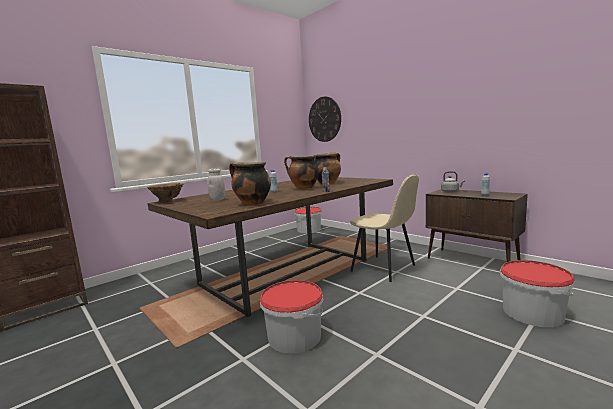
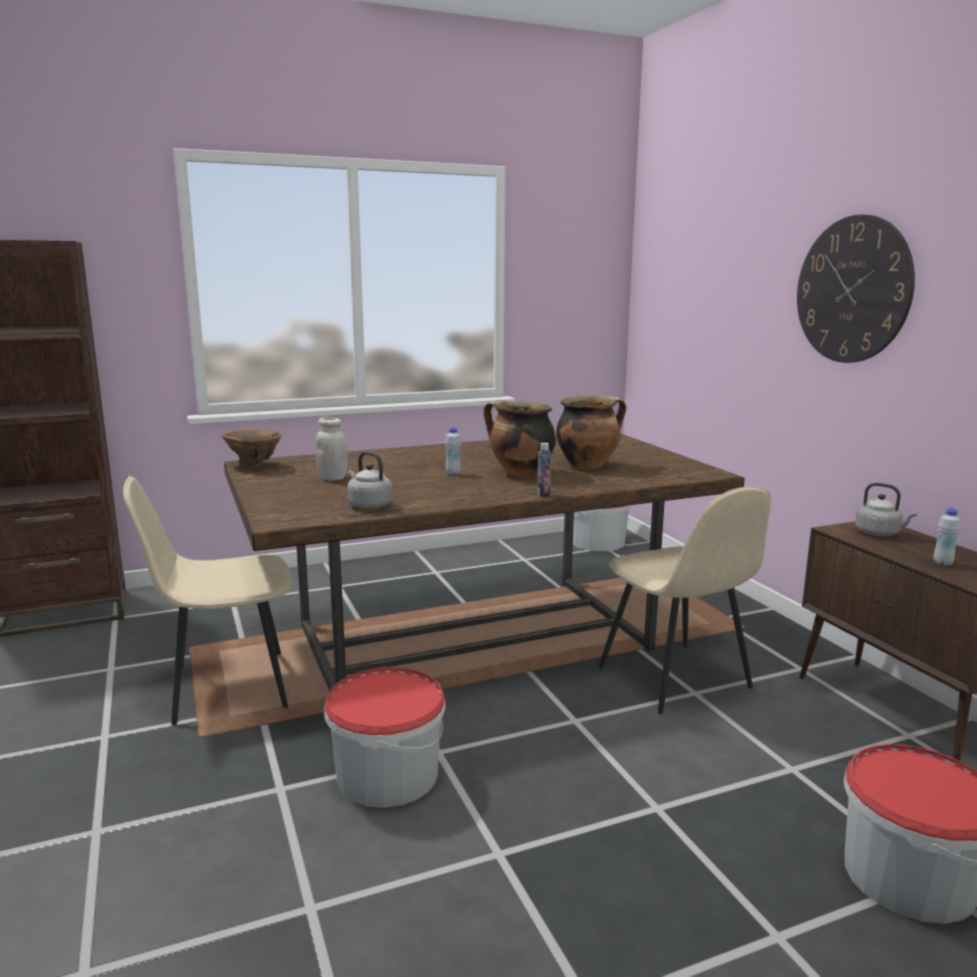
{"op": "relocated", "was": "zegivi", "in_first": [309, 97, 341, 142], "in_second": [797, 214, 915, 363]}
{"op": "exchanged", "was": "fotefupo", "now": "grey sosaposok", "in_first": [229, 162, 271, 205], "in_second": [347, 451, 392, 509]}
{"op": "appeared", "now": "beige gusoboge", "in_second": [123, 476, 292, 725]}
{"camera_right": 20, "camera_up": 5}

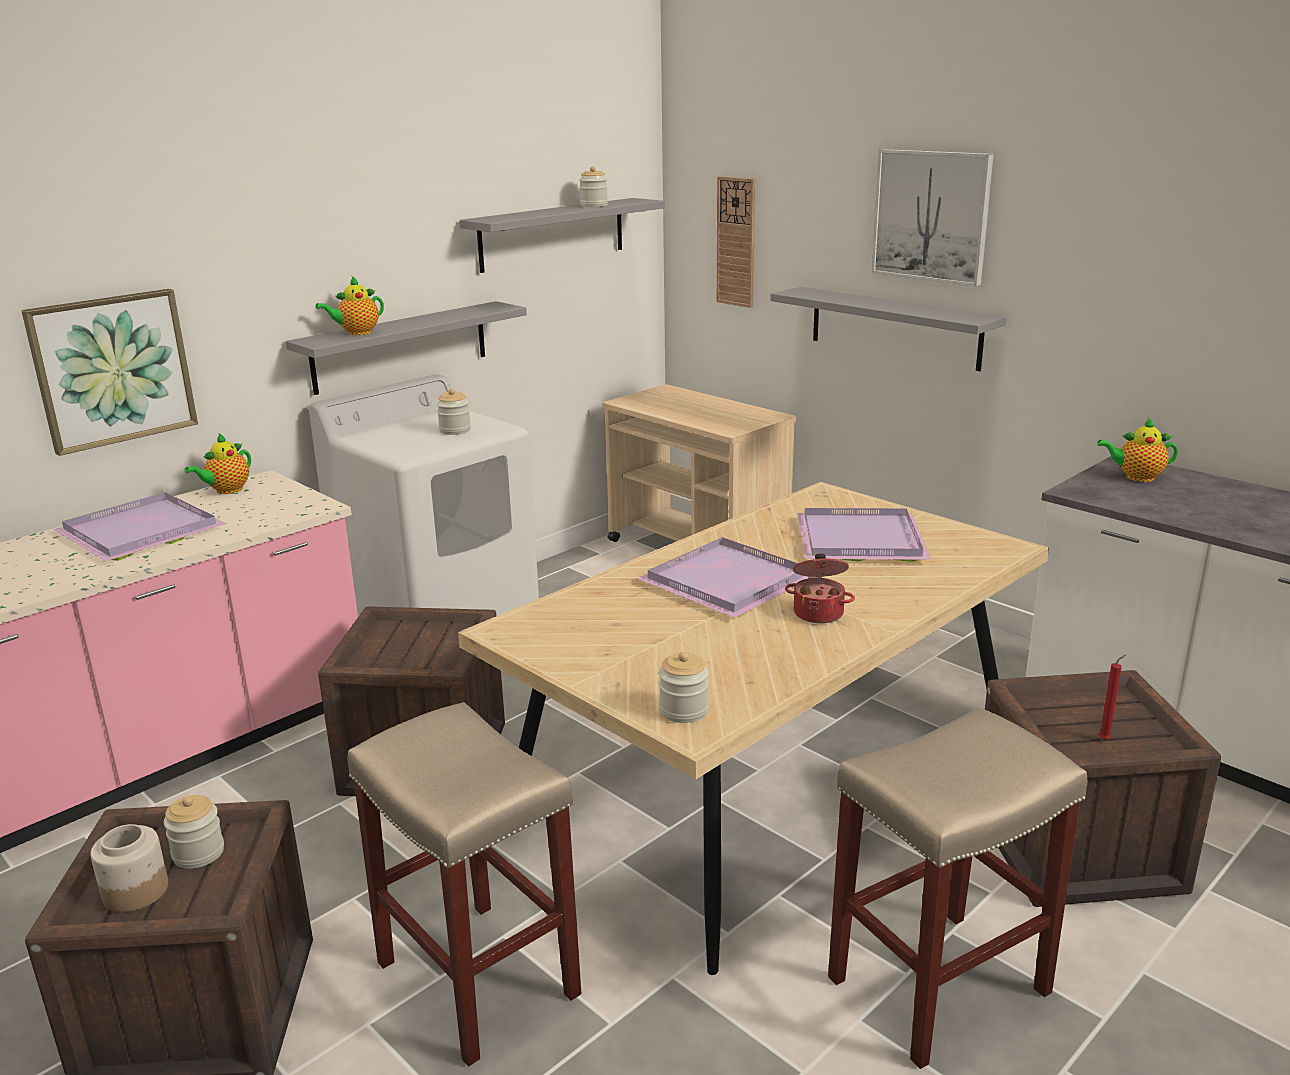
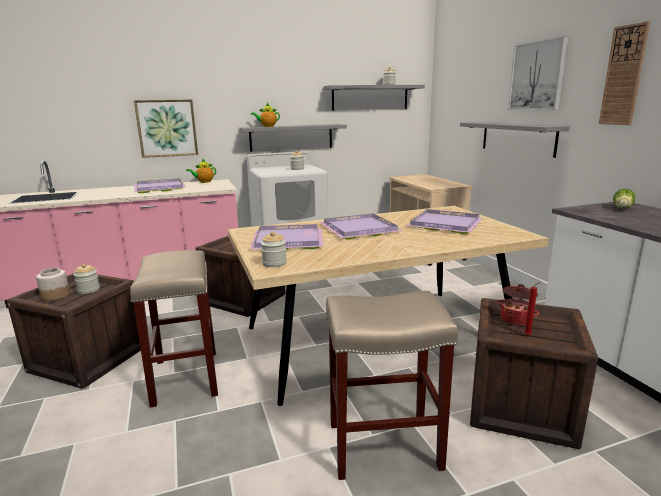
{"op": "relocated", "was": "zegivi", "in_first": [717, 176, 755, 308], "in_second": [599, 21, 650, 125]}
{"op": "exchanged", "was": "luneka", "now": "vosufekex", "in_first": [1097, 417, 1178, 482], "in_second": [613, 189, 635, 209]}
{"op": "relocated", "was": "fotefupo", "in_first": [785, 553, 855, 623], "in_second": [497, 284, 539, 326]}
{"op": "appeared", "now": "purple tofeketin", "in_second": [250, 224, 324, 249]}
{"camera_right": 25, "camera_up": -5}

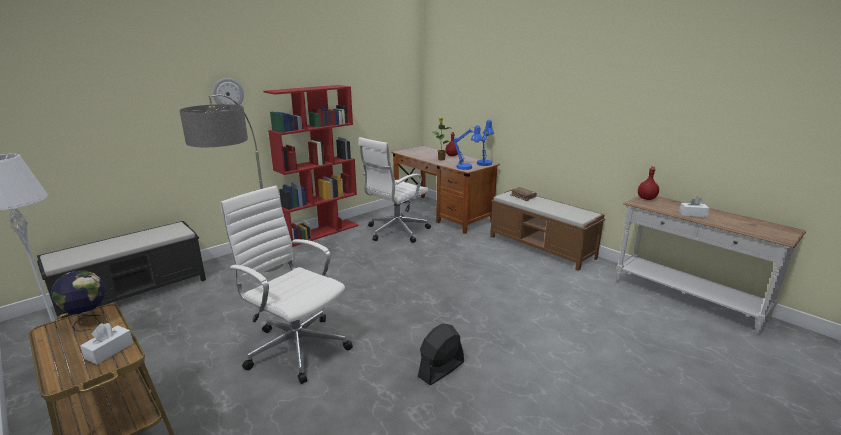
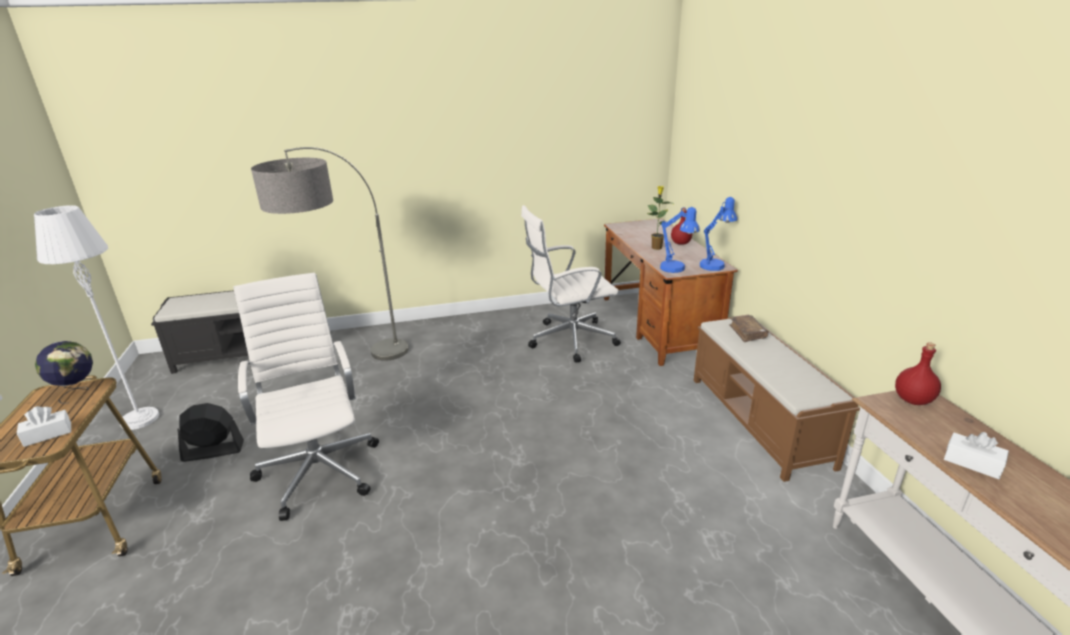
{"op": "missing", "was": "zegivi", "in_first": [213, 78, 244, 105]}
{"op": "missing", "was": "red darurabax", "in_first": [264, 85, 359, 247]}
{"op": "relocated", "was": "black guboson", "in_first": [418, 324, 464, 385], "in_second": [178, 403, 244, 462]}
{"camera_right": 30, "camera_up": 5}

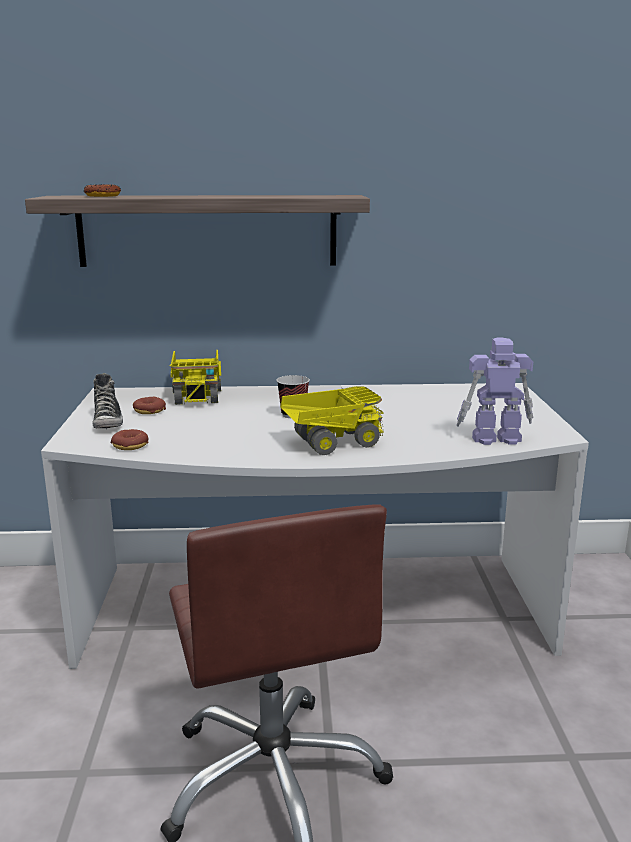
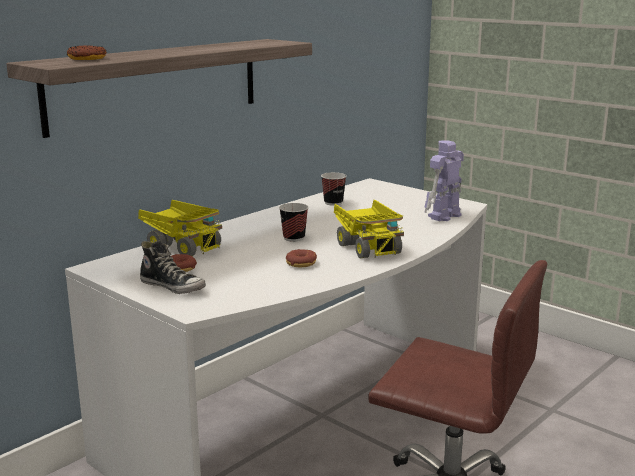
{"op": "spun", "was": "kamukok", "in_first": [280, 386, 384, 455], "in_second": [334, 200, 404, 259], "clockwise": 135}
{"op": "relocated", "was": "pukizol", "in_first": [111, 429, 148, 450], "in_second": [286, 249, 317, 267]}
{"op": "appeared", "now": "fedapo", "in_second": [321, 172, 347, 206]}
{"camera_right": -45, "camera_up": 0}

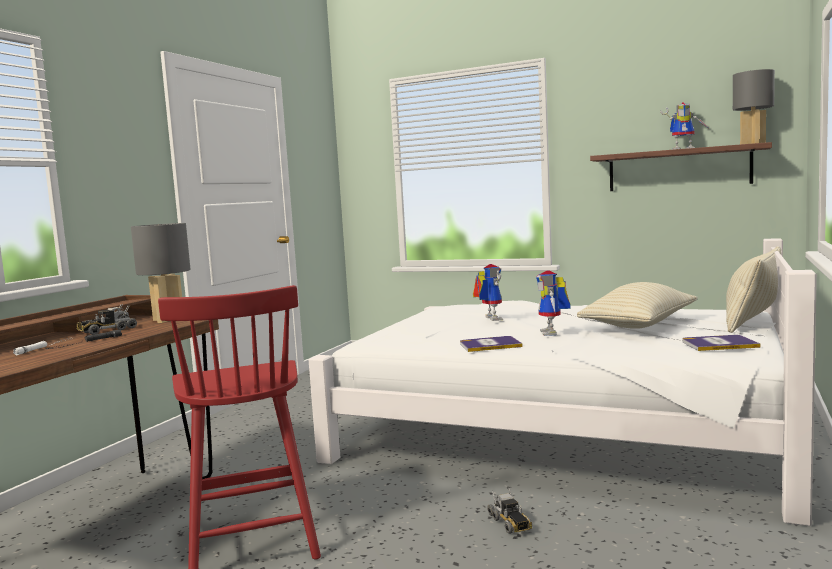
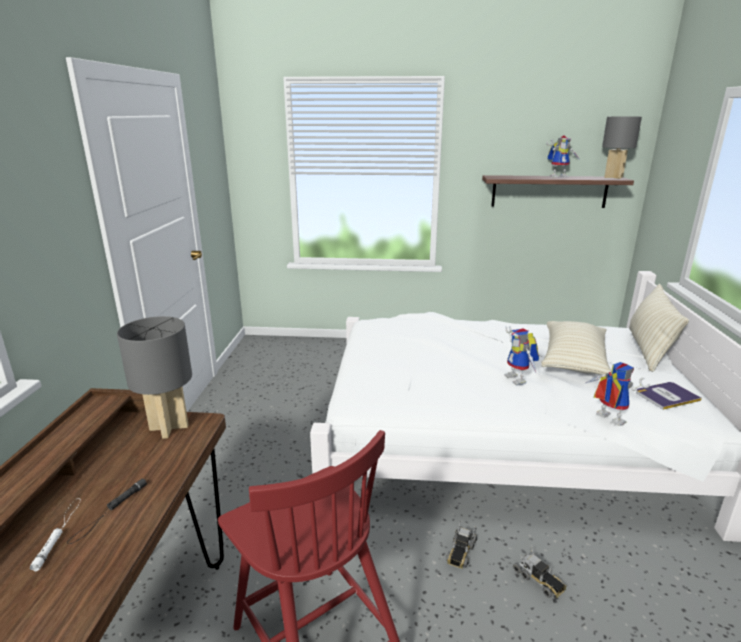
{"op": "relocated", "was": "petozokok", "in_first": [473, 264, 503, 321], "in_second": [586, 362, 650, 426]}
{"op": "relocated", "was": "kamukok", "in_first": [77, 304, 137, 335], "in_second": [446, 521, 477, 569]}
{"op": "missing", "was": "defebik", "in_first": [460, 336, 523, 352]}
{"camera_right": -20, "camera_up": 15}

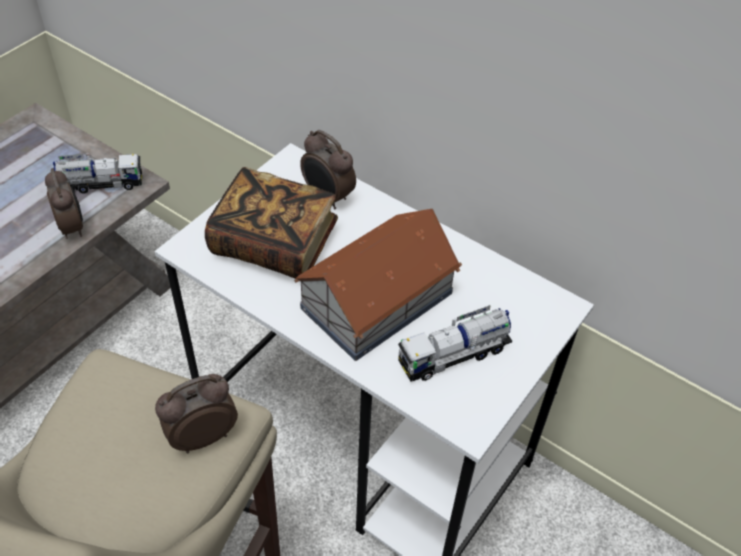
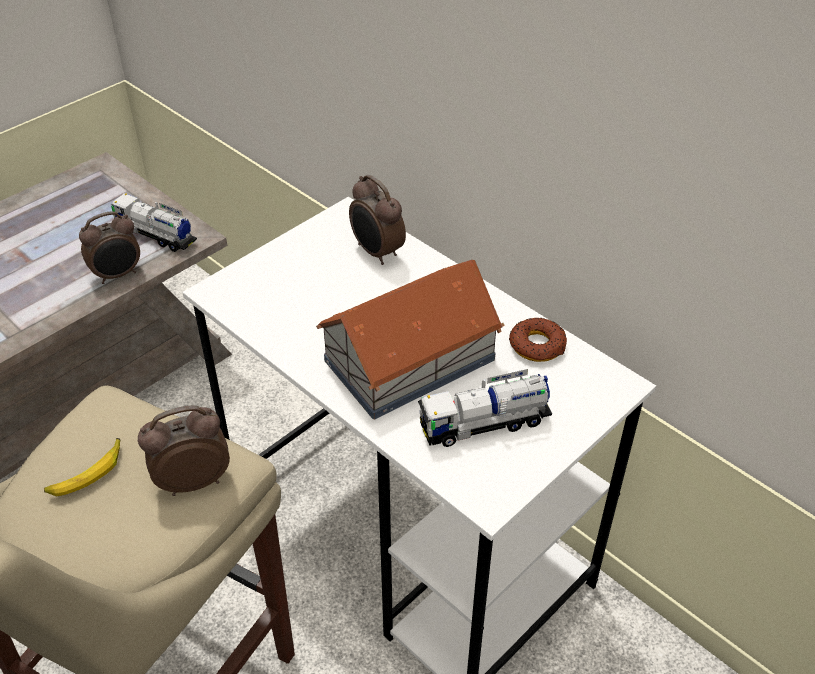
{"op": "spun", "was": "kamukok", "in_first": [53, 153, 142, 194], "in_second": [111, 193, 197, 252], "clockwise": -150}
{"op": "missing", "was": "defebik", "in_first": [205, 167, 338, 279]}
{"op": "spun", "was": "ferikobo", "in_first": [45, 168, 83, 239], "in_second": [79, 211, 140, 284], "clockwise": 75}
{"op": "appeared", "now": "pukizol", "in_second": [509, 318, 567, 362]}
{"op": "appeared", "now": "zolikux", "in_second": [44, 438, 121, 497]}
{"camera_right": 10, "camera_up": -5}

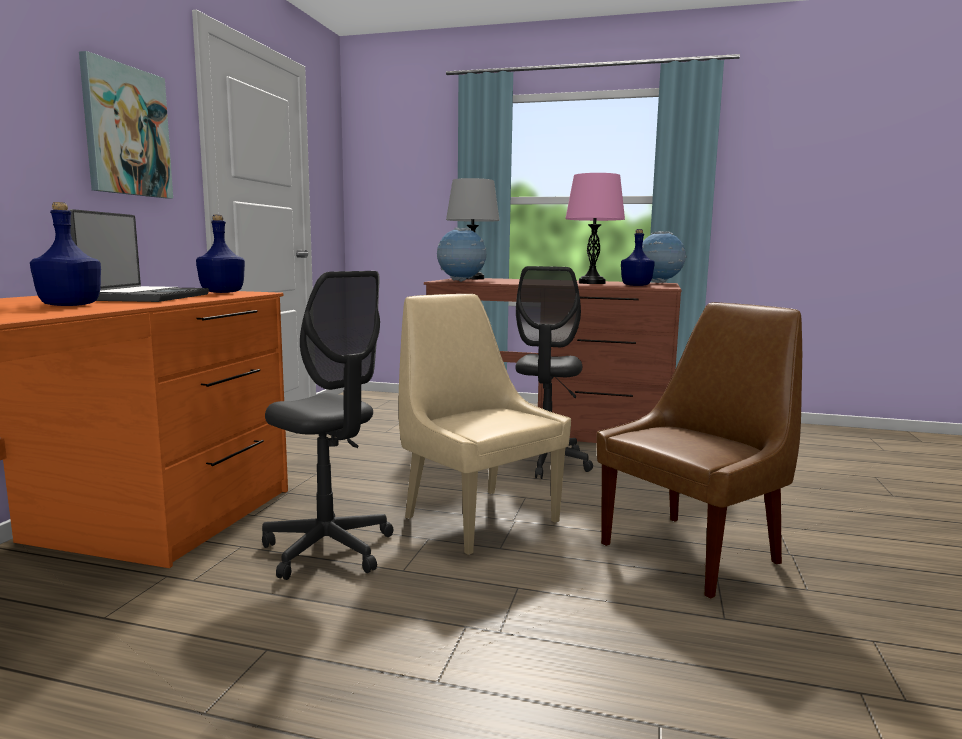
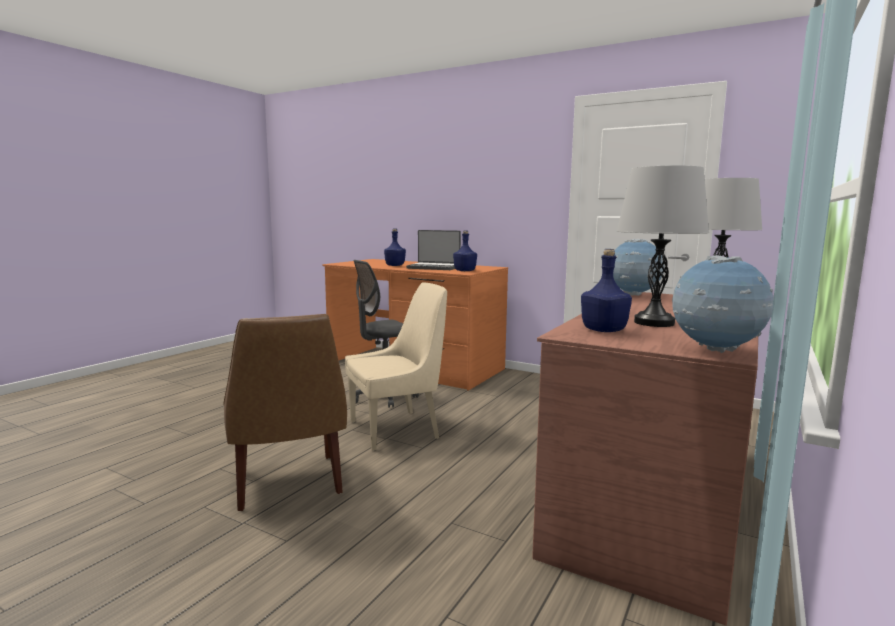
{"op": "missing", "was": "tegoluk", "in_first": [79, 51, 173, 199]}
{"op": "colour", "was": "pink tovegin", "now": "grey tovegin", "in_first": [565, 173, 625, 284], "in_second": [617, 165, 709, 327]}
{"op": "missing", "was": "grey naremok", "in_first": [515, 266, 593, 479]}
{"camera_right": 105, "camera_up": 0}

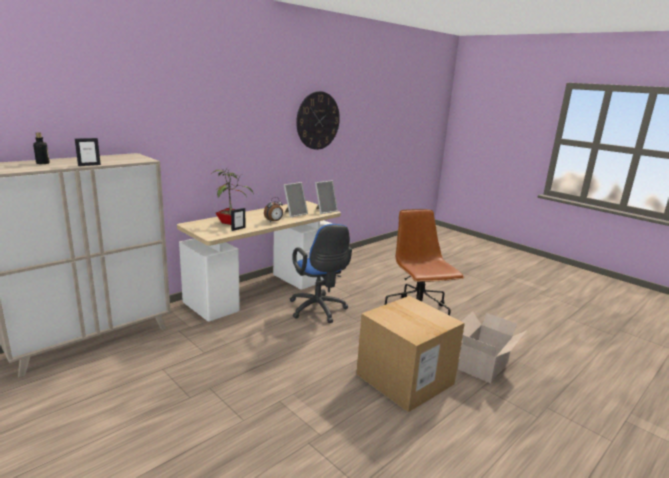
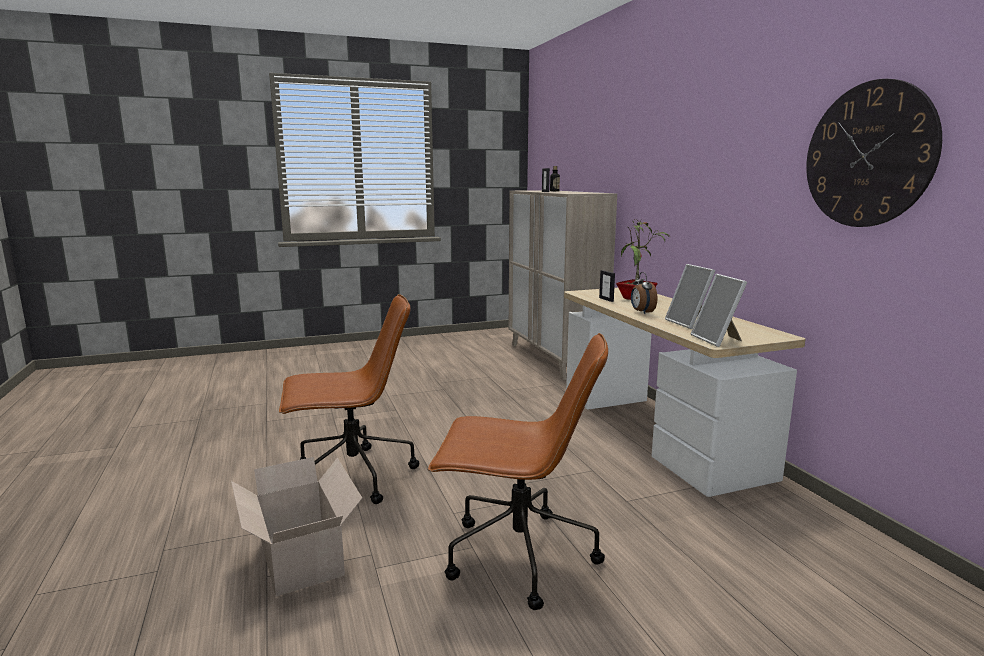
{"op": "missing", "was": "blue naremok", "in_first": [290, 224, 352, 323]}
{"op": "exchanged", "was": "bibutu", "now": "brown naremok", "in_first": [356, 296, 465, 412], "in_second": [279, 294, 419, 504]}
{"camera_right": 115, "camera_up": -5}

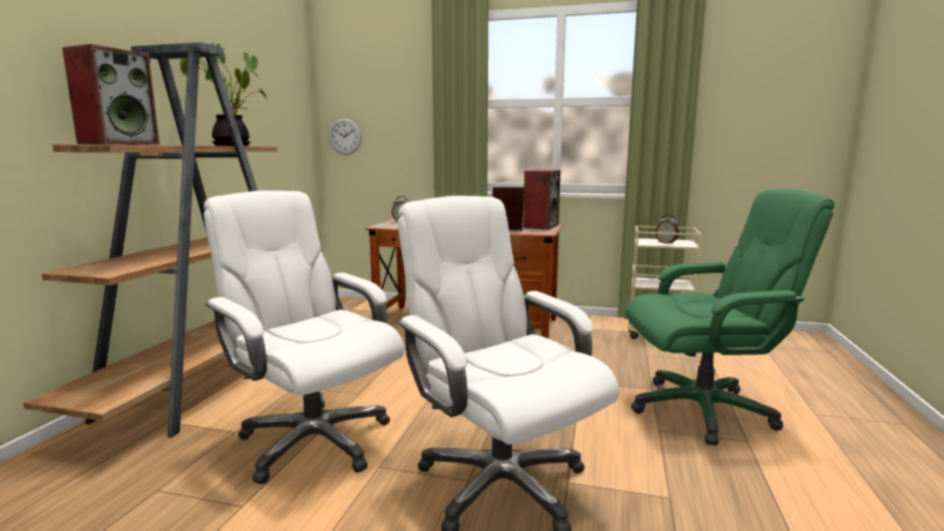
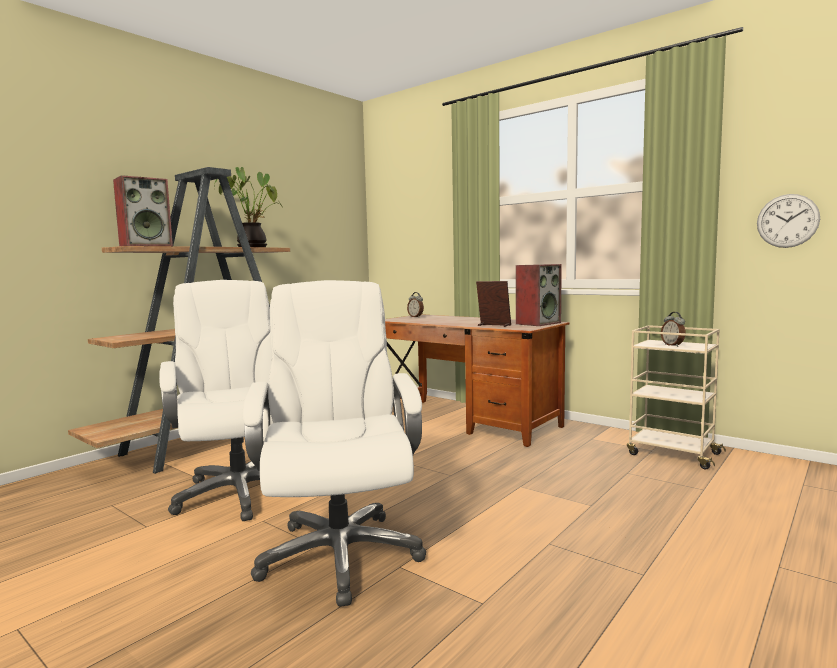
{"op": "relocated", "was": "zegivi", "in_first": [329, 118, 362, 155], "in_second": [757, 194, 820, 248]}
{"op": "missing", "was": "green naremok", "in_first": [626, 189, 834, 445]}
{"camera_right": 25, "camera_up": -5}

